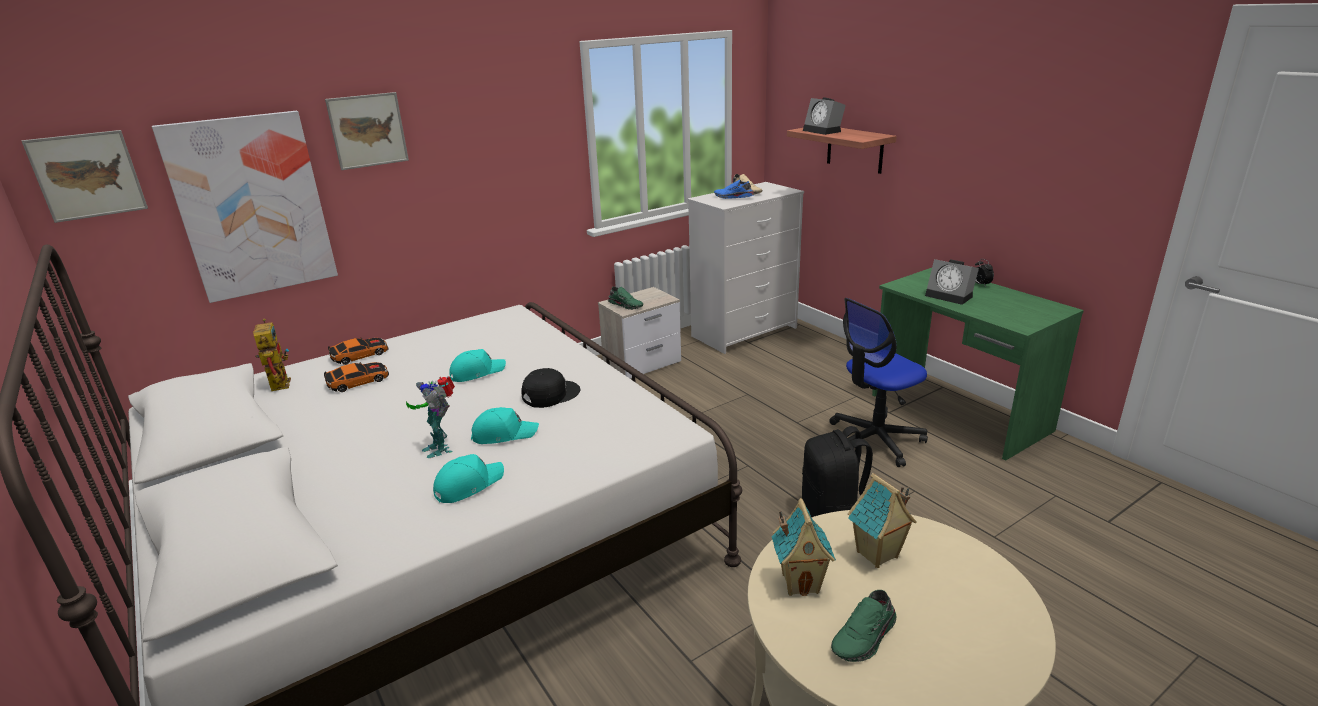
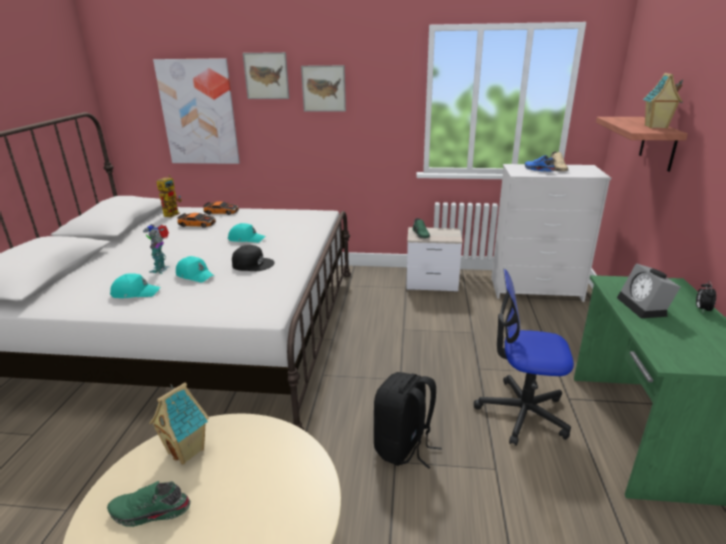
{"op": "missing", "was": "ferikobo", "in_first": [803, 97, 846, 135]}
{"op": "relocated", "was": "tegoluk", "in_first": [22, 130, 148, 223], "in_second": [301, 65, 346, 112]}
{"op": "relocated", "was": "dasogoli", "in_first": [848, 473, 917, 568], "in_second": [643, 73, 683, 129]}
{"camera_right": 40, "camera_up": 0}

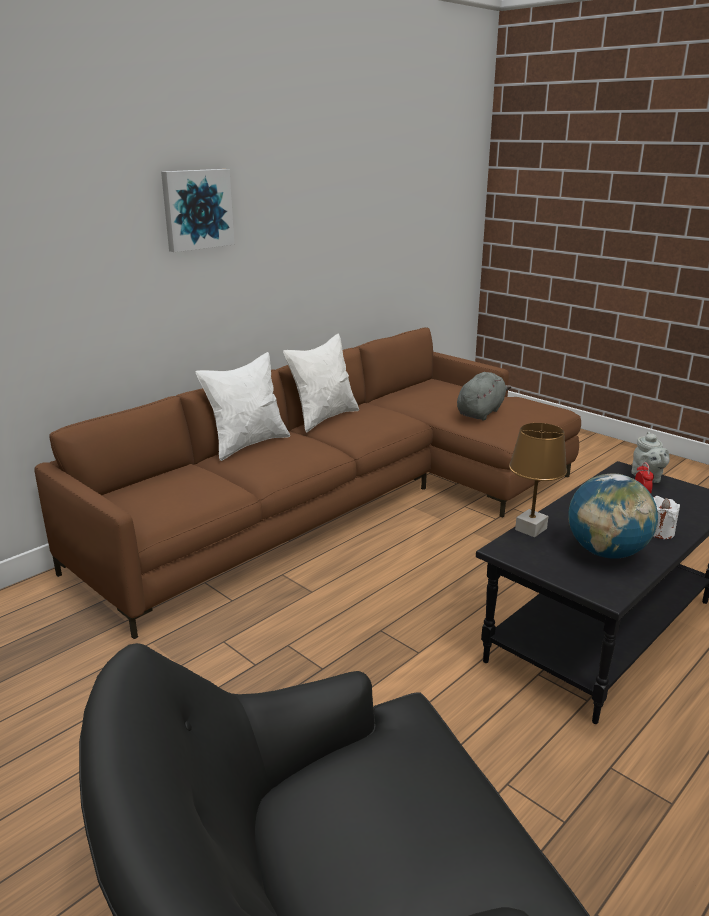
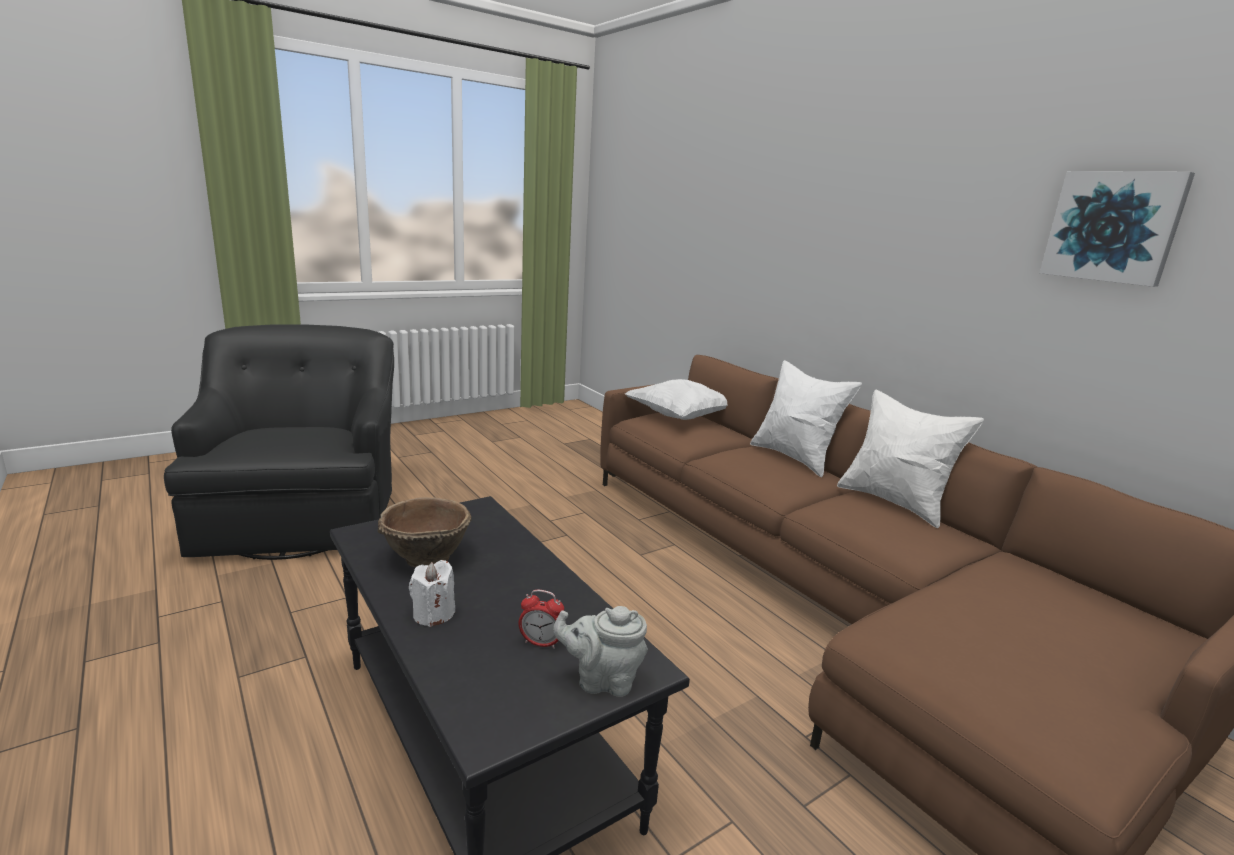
{"op": "relocated", "was": "tegoluk", "in_first": [161, 169, 234, 252], "in_second": [1040, 171, 1195, 287]}
{"op": "missing", "was": "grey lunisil", "in_first": [457, 372, 511, 420]}
{"op": "missing", "was": "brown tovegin", "in_first": [509, 423, 567, 537]}
{"op": "exchanged", "was": "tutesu", "now": "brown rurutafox", "in_first": [568, 473, 658, 559], "in_second": [378, 497, 472, 567]}
{"op": "appeared", "now": "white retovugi", "in_second": [624, 379, 728, 420]}
{"camera_right": 100, "camera_up": -5}

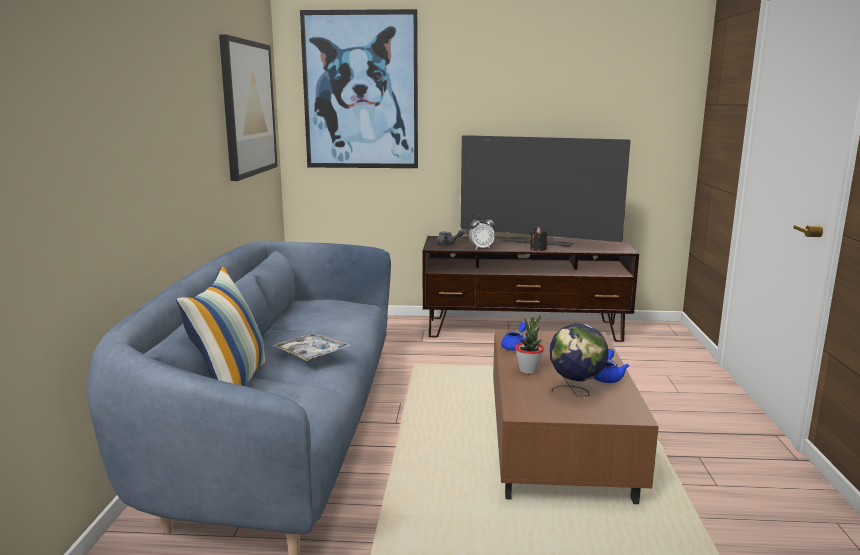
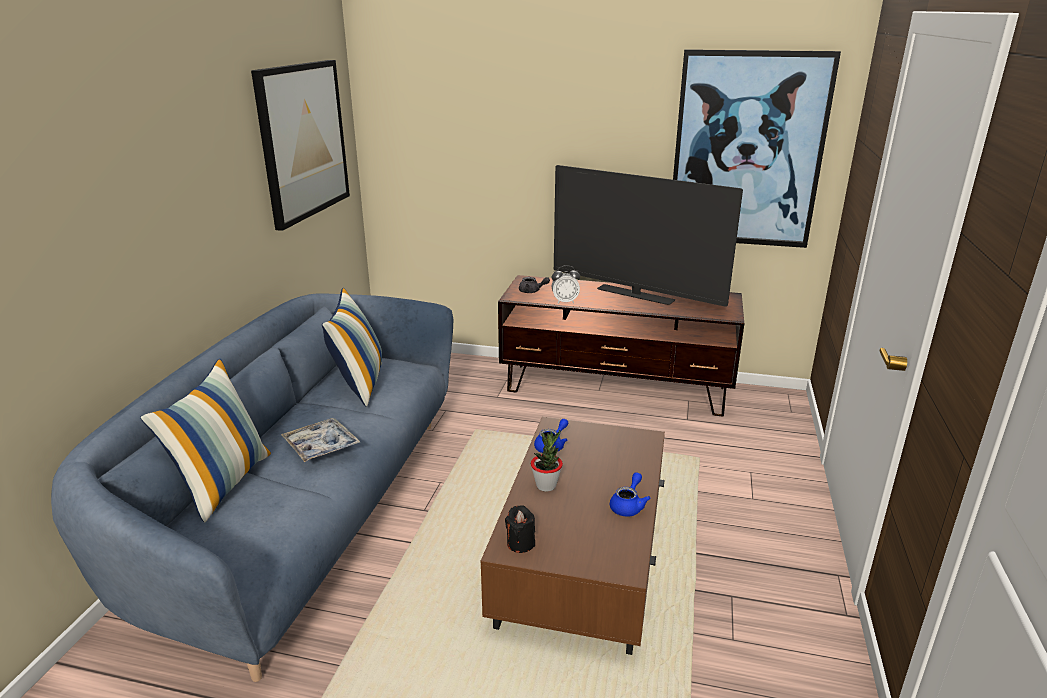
{"op": "relocated", "was": "tegoluk", "in_first": [300, 9, 418, 168], "in_second": [673, 49, 841, 248]}
{"op": "relocated", "was": "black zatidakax", "in_first": [530, 227, 547, 251], "in_second": [505, 505, 535, 553]}
{"op": "missing", "was": "tutesu", "in_first": [550, 323, 608, 397]}
{"op": "appeared", "now": "retovugi", "in_second": [322, 288, 382, 407]}
{"camera_right": 10, "camera_up": 10}

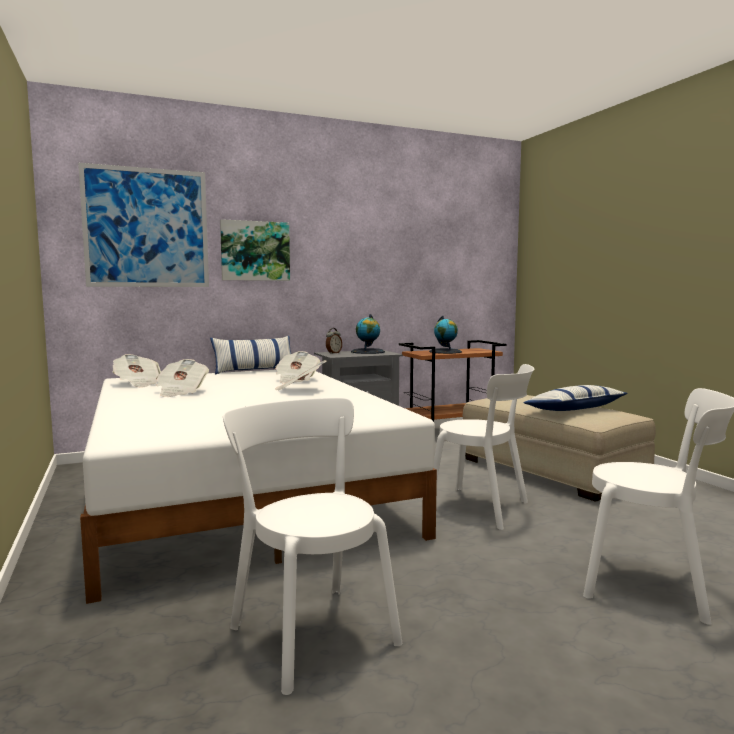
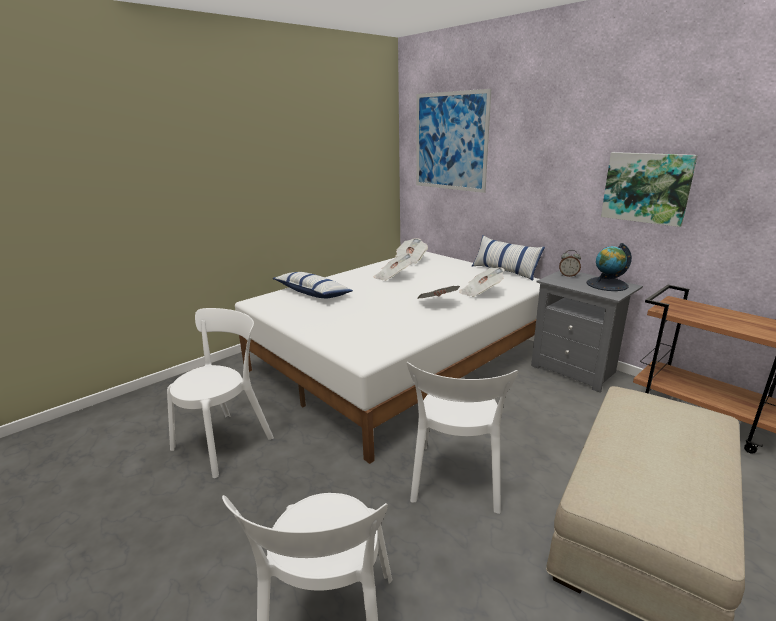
{"op": "relocated", "was": "tegoluk", "in_first": [220, 219, 290, 281], "in_second": [601, 152, 698, 227]}
{"op": "missing", "was": "tutesu", "in_first": [429, 316, 462, 354]}
{"op": "relocated", "was": "retovugi", "in_first": [523, 385, 628, 411], "in_second": [272, 272, 353, 298]}
{"camera_right": 70, "camera_up": 15}

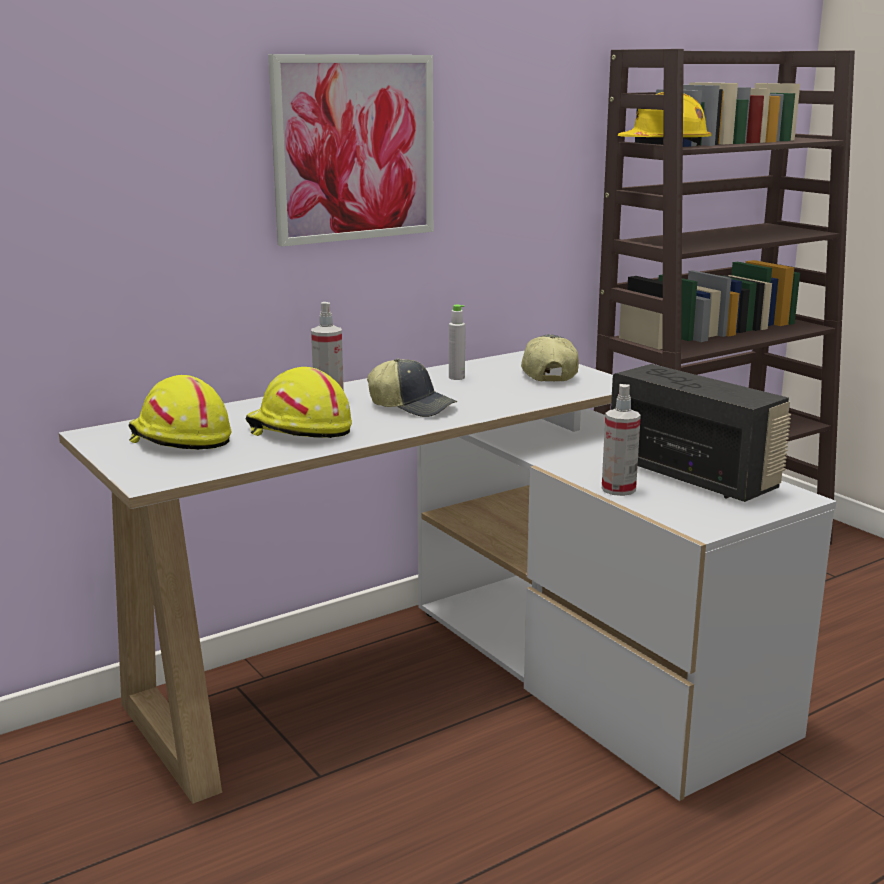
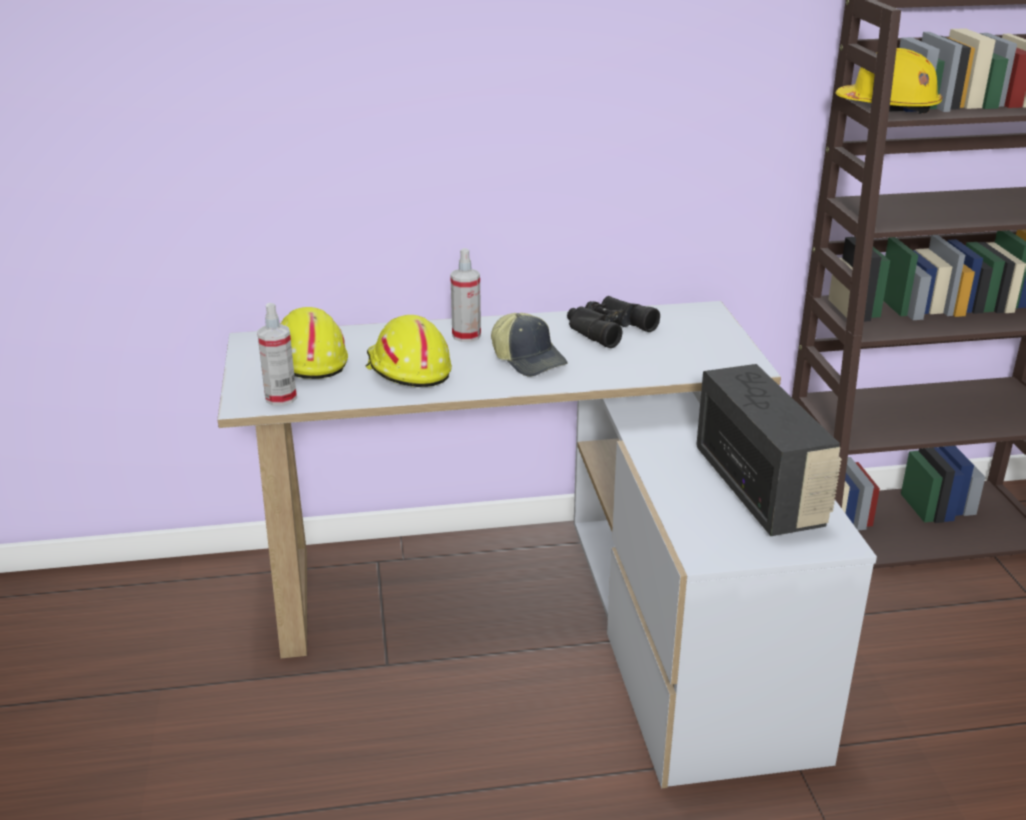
{"op": "missing", "was": "tegoluk", "in_first": [268, 54, 433, 246]}
{"op": "exchanged", "was": "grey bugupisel", "now": "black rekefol", "in_first": [449, 305, 465, 380], "in_second": [567, 296, 660, 348]}
{"op": "missing", "was": "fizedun", "in_first": [521, 334, 579, 382]}
{"op": "relocated", "was": "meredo", "in_first": [602, 384, 641, 496], "in_second": [257, 303, 297, 406]}
{"camera_right": 25, "camera_up": 10}

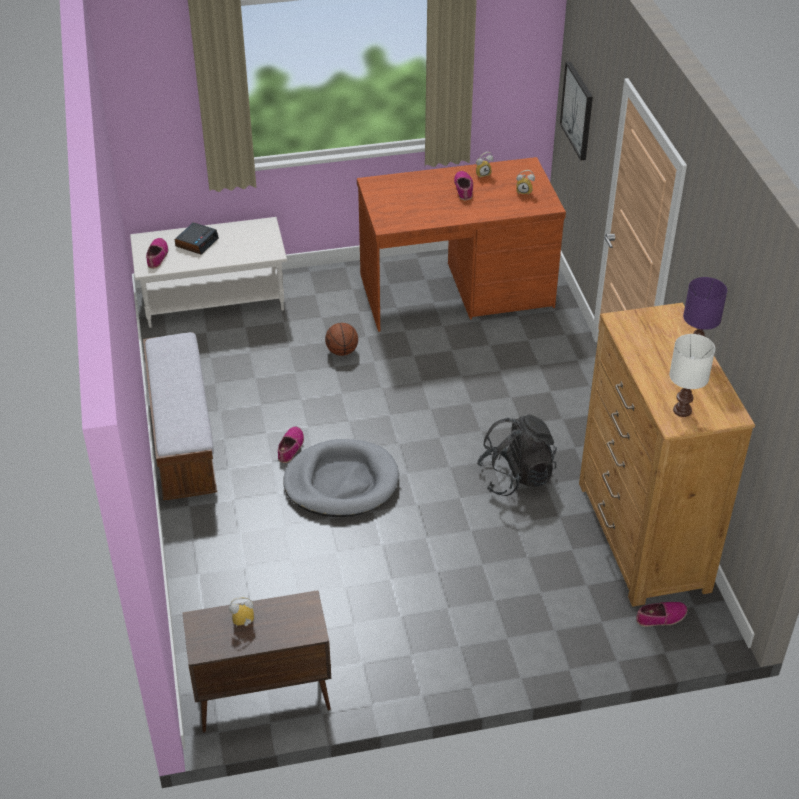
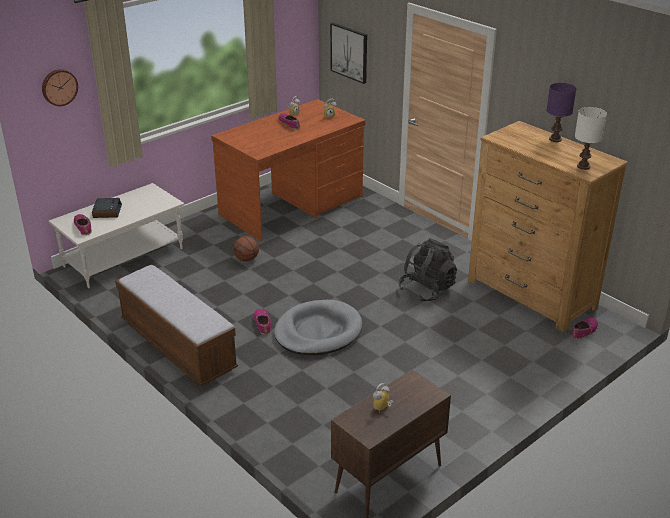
{"op": "appeared", "now": "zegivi", "in_second": [42, 69, 78, 106]}
{"camera_right": -30, "camera_up": -10}

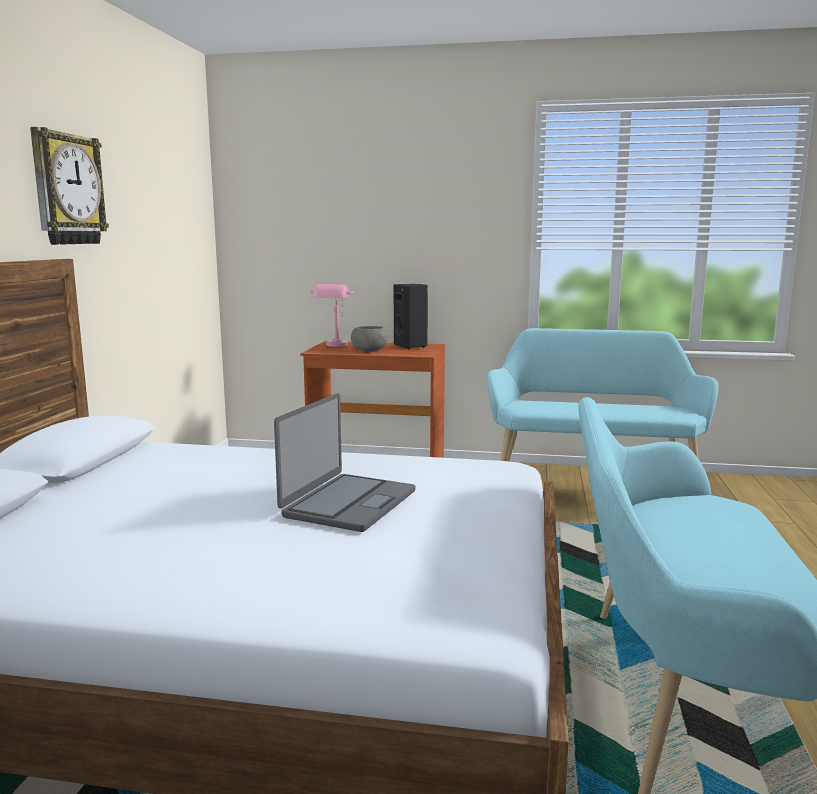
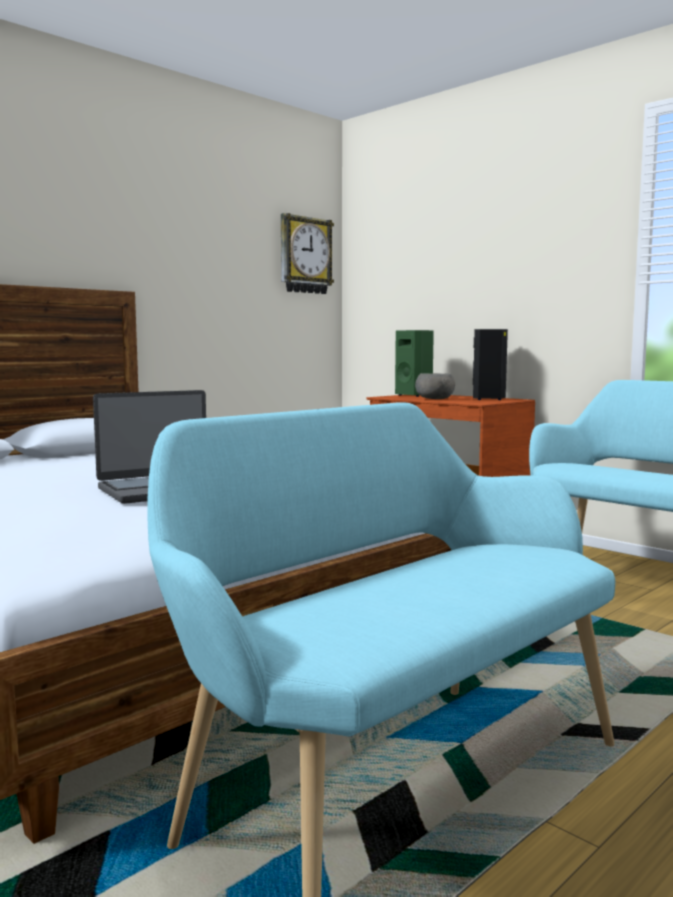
{"op": "relocated", "was": "zegivi", "in_first": [30, 127, 109, 245], "in_second": [281, 213, 334, 294]}
{"op": "exchanged", "was": "pink tovegin", "now": "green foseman", "in_first": [311, 284, 354, 347], "in_second": [395, 330, 434, 397]}
{"camera_right": 35, "camera_up": -5}

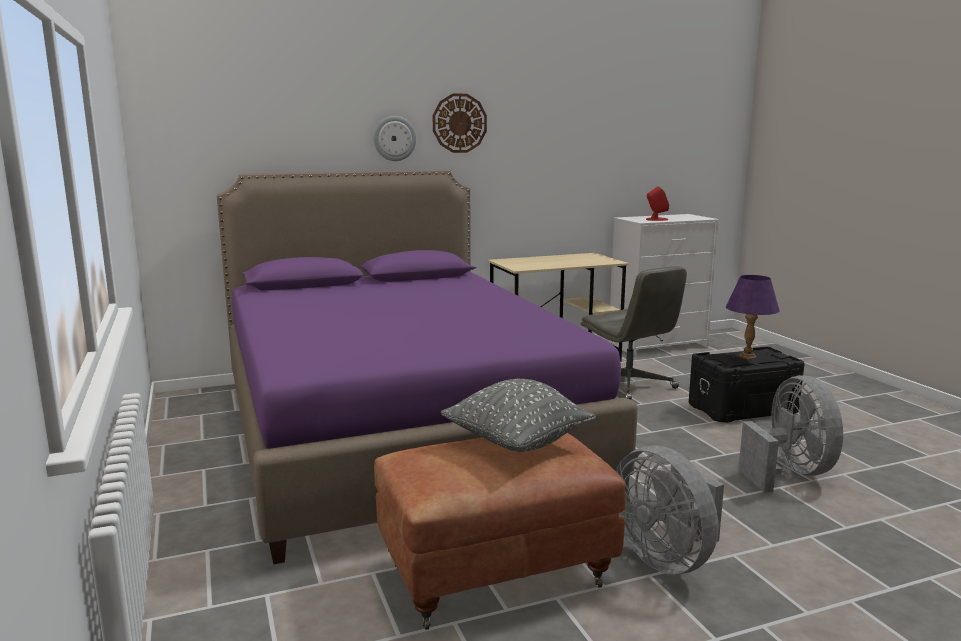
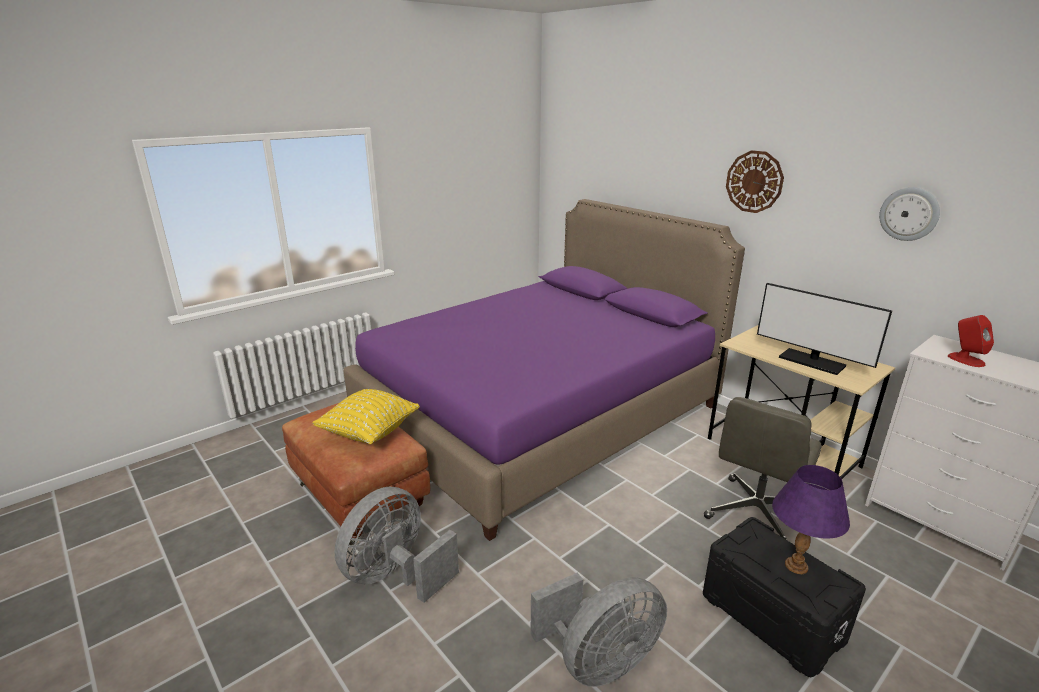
{"op": "relocated", "was": "zegivi", "in_first": [374, 116, 416, 161], "in_second": [879, 187, 940, 241]}
{"op": "colour", "was": "grey retovugi", "now": "yellow retovugi", "in_first": [441, 379, 596, 452], "in_second": [312, 389, 420, 444]}
{"op": "appeared", "now": "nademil", "in_second": [757, 283, 892, 375]}
{"camera_right": 70, "camera_up": 10}

